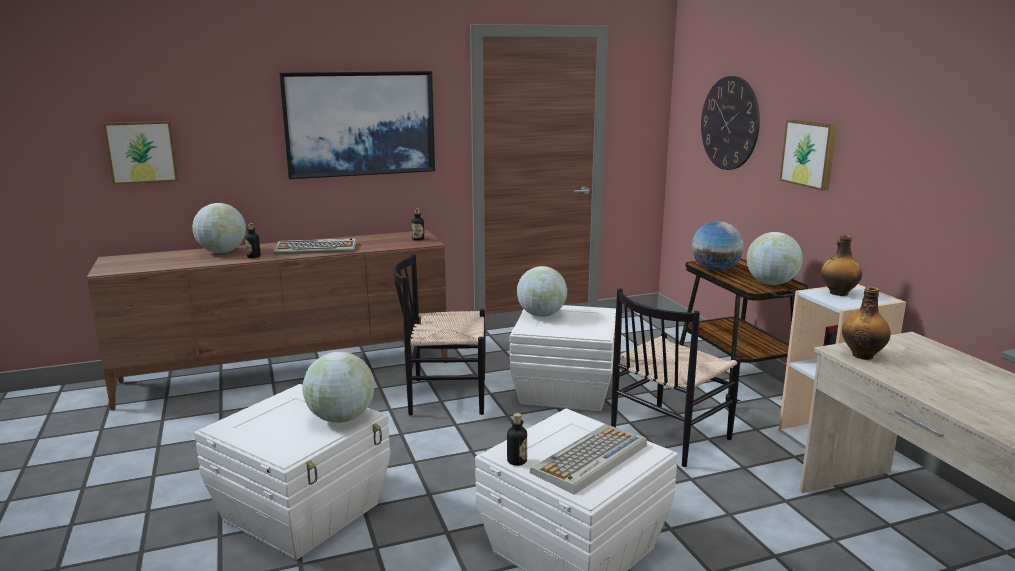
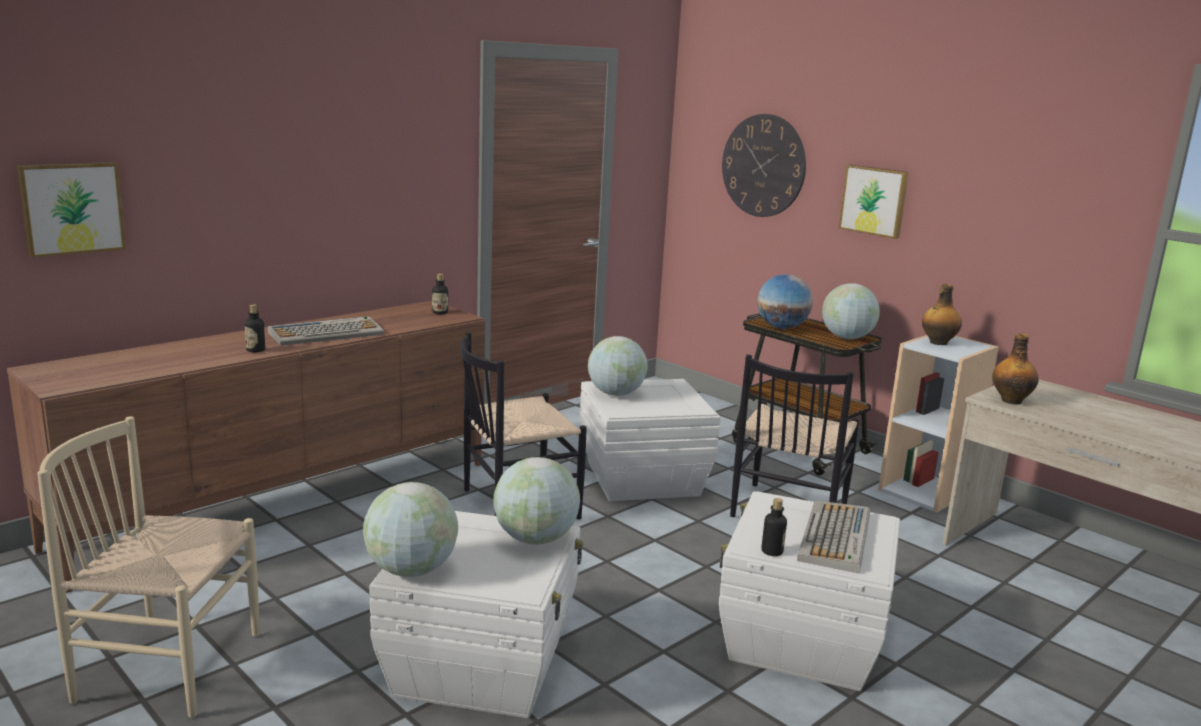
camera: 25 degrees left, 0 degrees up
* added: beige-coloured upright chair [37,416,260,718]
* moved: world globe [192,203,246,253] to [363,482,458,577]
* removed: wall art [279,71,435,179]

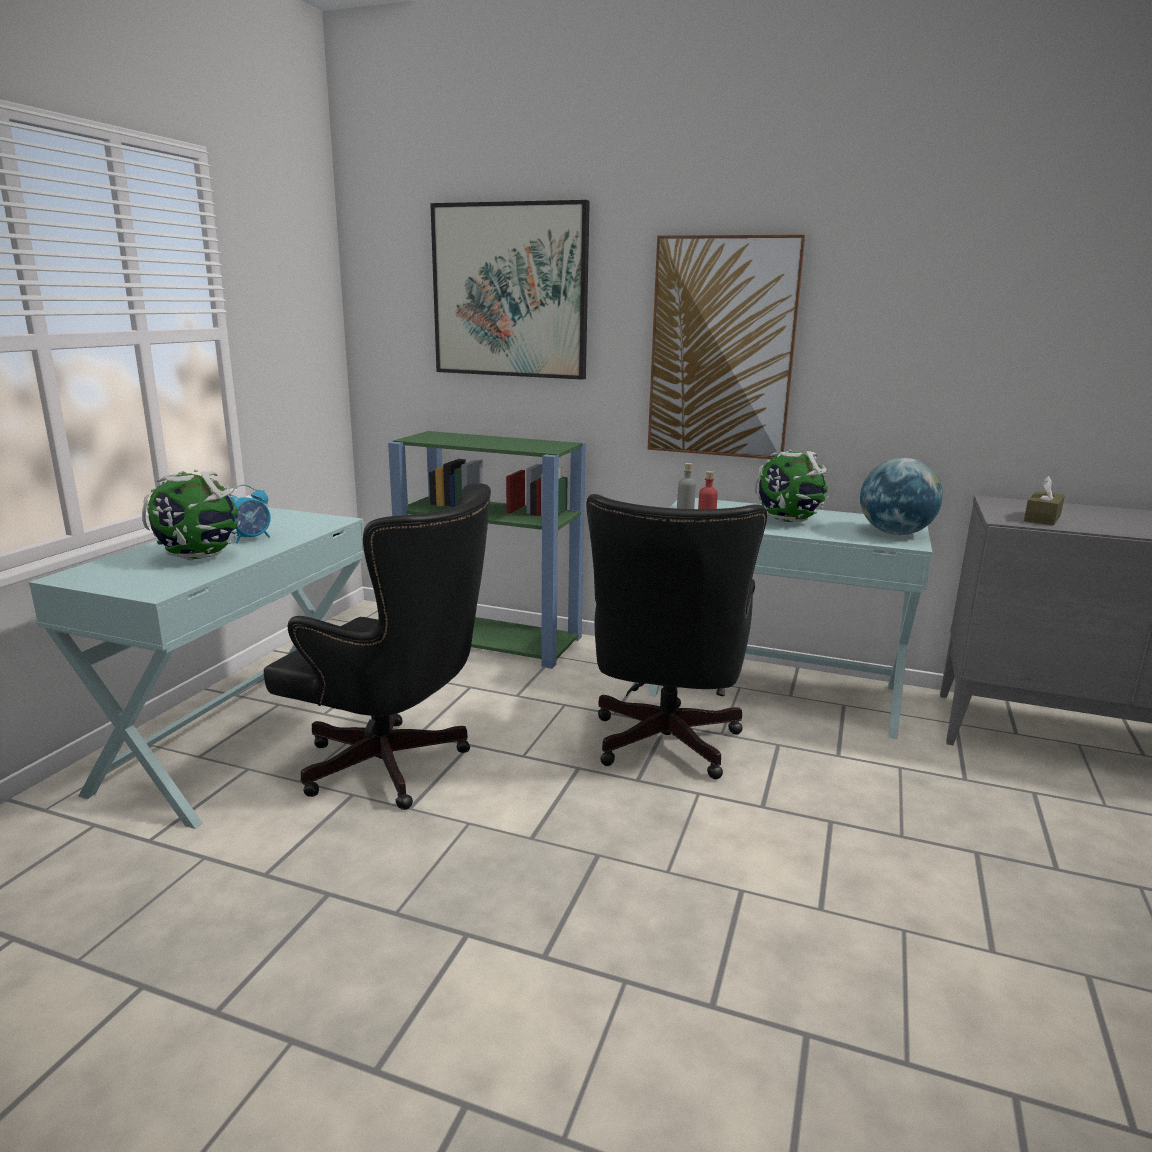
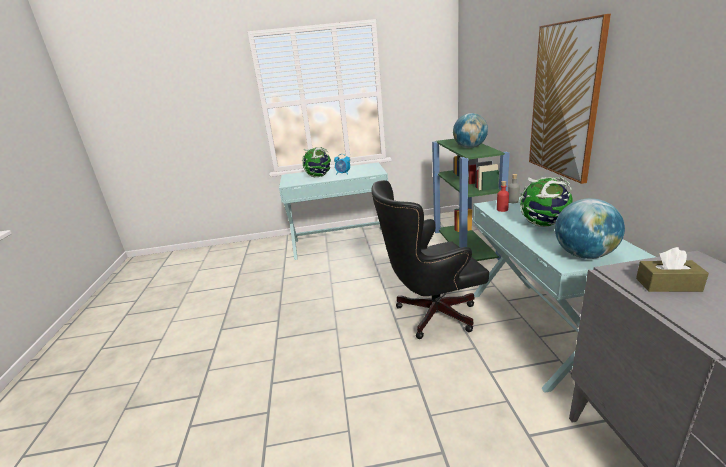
camera: 65 degrees right, 5 degrees up
* added: world globe [453,113,488,148]
* removed: black office chair [264,483,491,810]
* removed: wall art [430,200,590,380]

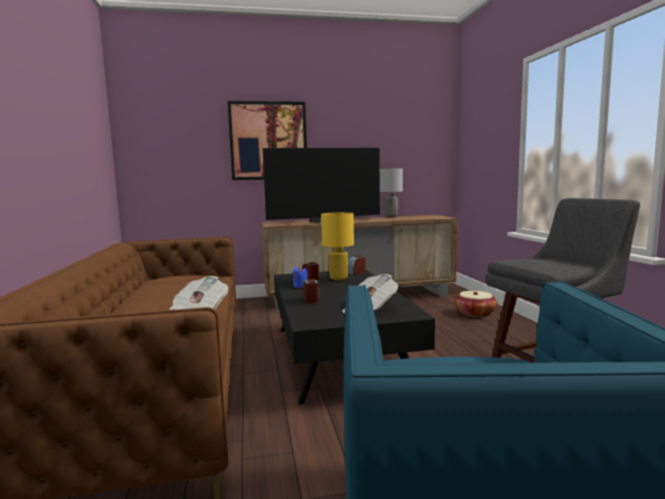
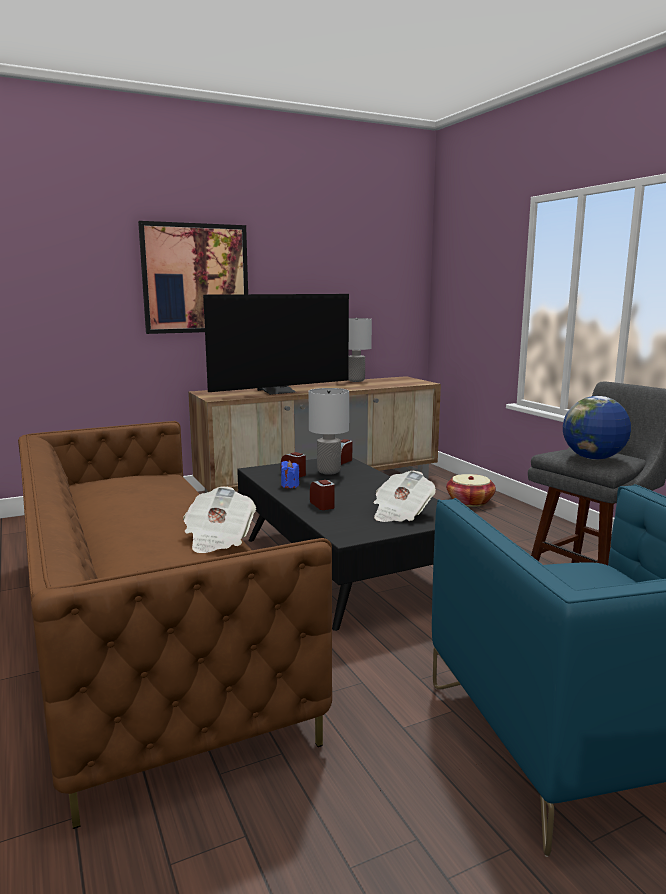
camera: 15 degrees left, 5 degrees up
* recoloured: yellow-coloured lamp for a table [321,212,354,281] to greyish lamp for a table [309,388,349,475]
* added: world globe [563,396,631,460]

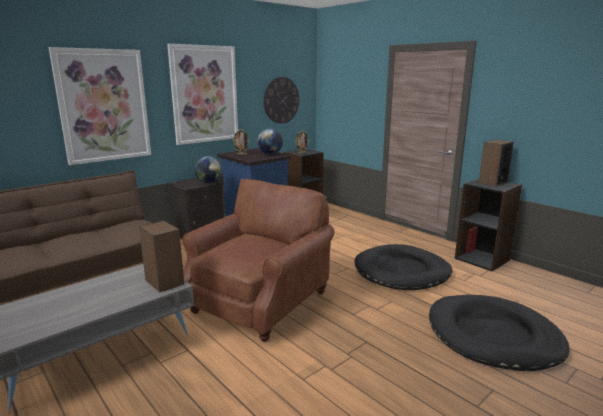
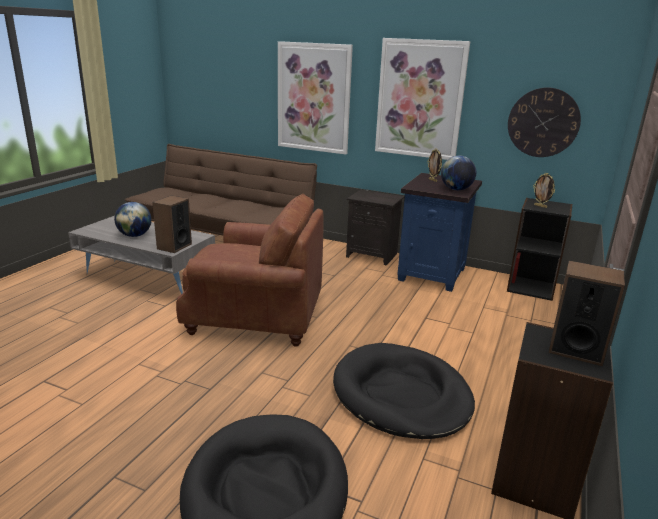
camera: 65 degrees right, 5 degrees up
* moved: world globe [194,156,221,183] to [114,202,152,237]

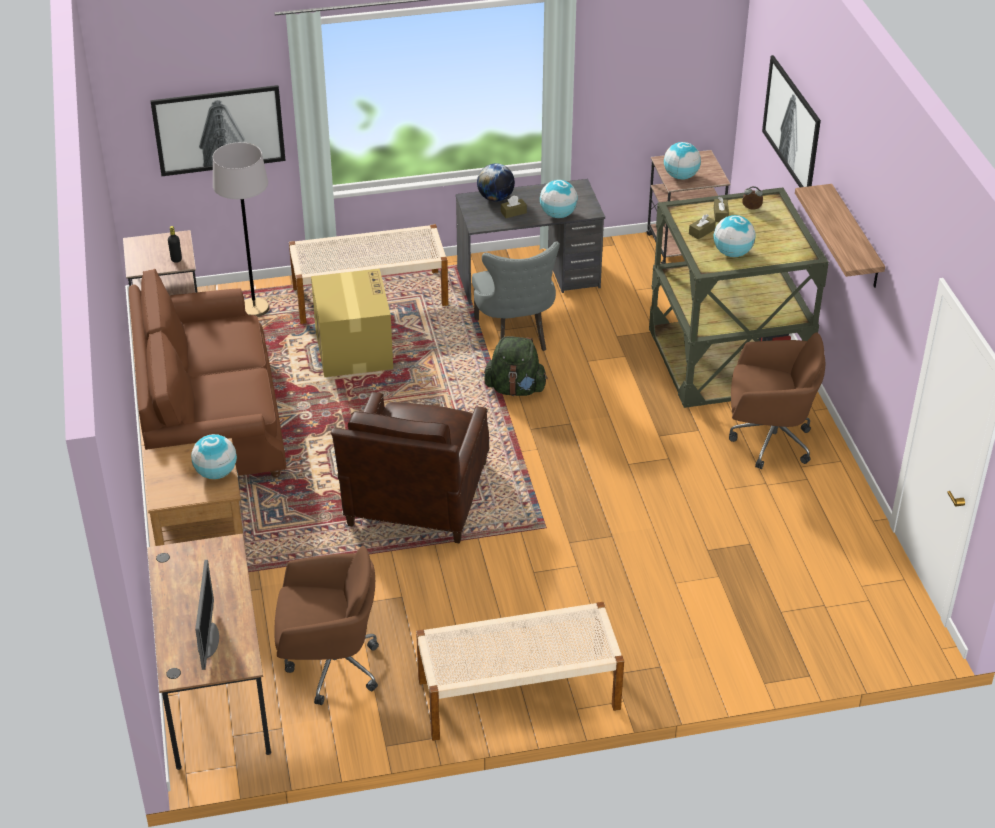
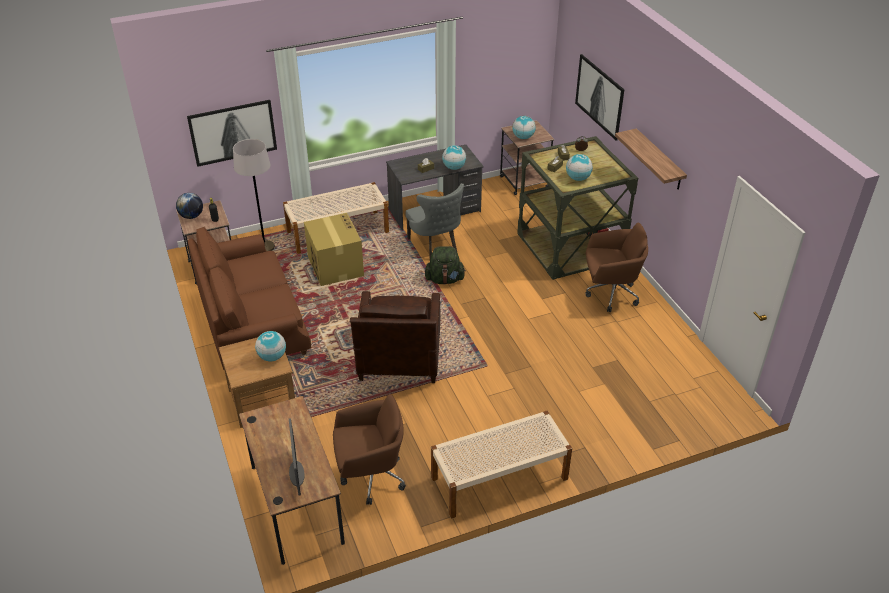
camera: 10 degrees left, 0 degrees up
* moved: world globe [477,163,515,202] to [176,193,203,219]

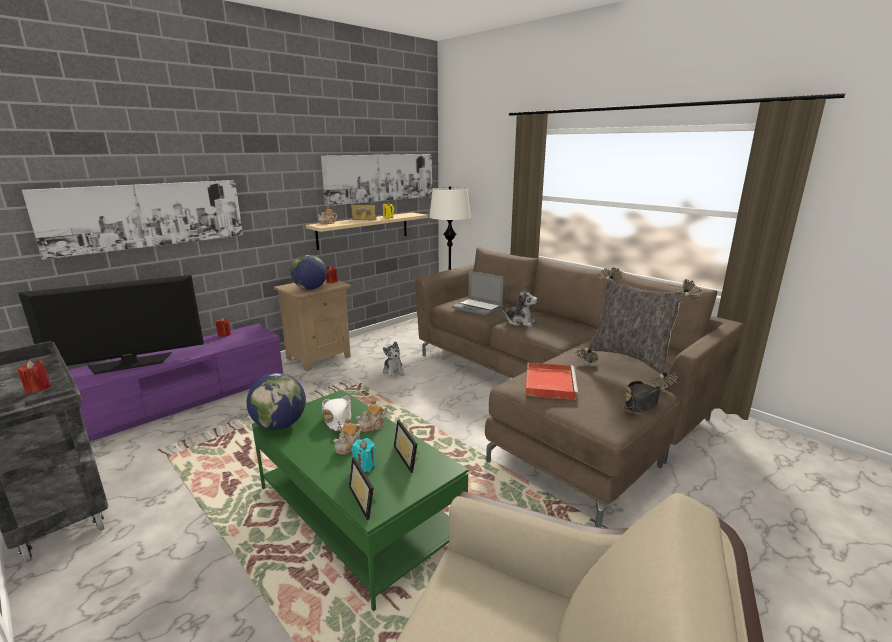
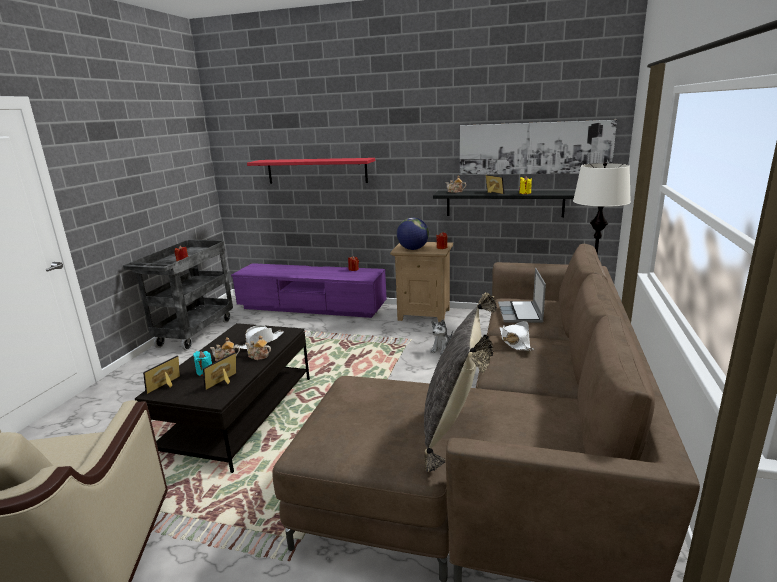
camera: 60 degrees right, 0 degrees up
* recoloured: green coffee table [252,390,468,611] to black coffee table [135,323,310,473]
* replaced: wall art [22,180,243,260] to red-coloured shelf [247,158,375,184]
* recoloured: beige-coloured shelf [306,213,428,250] to black shelf [433,191,575,217]
* replaced: cuddly toy [502,286,538,327] to whitish clothing hat [500,321,534,351]
* removed: TV set [18,275,204,375]
* removed: world globe [247,373,306,430]
* removed: red-coloured carrying tray [526,362,578,400]
* removed: black clothing hat [623,381,661,414]

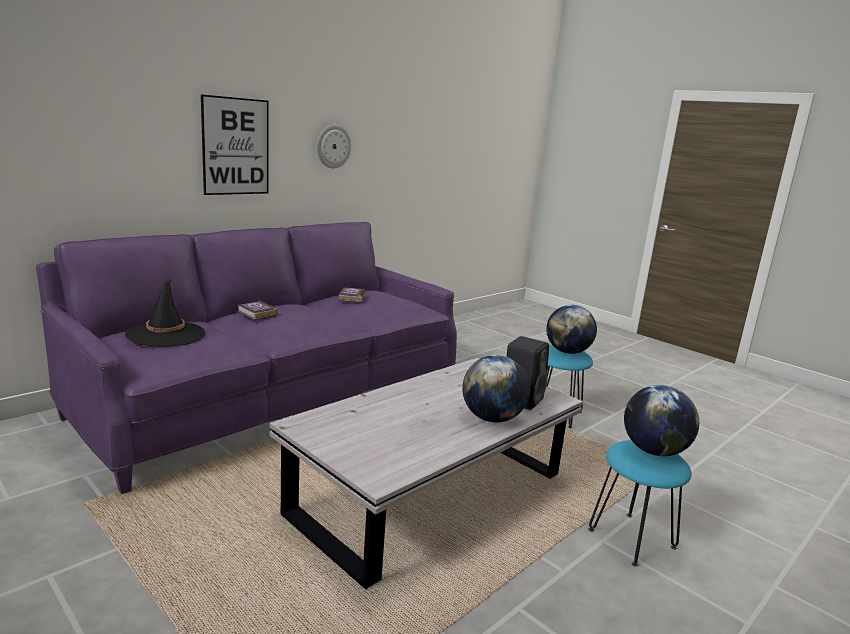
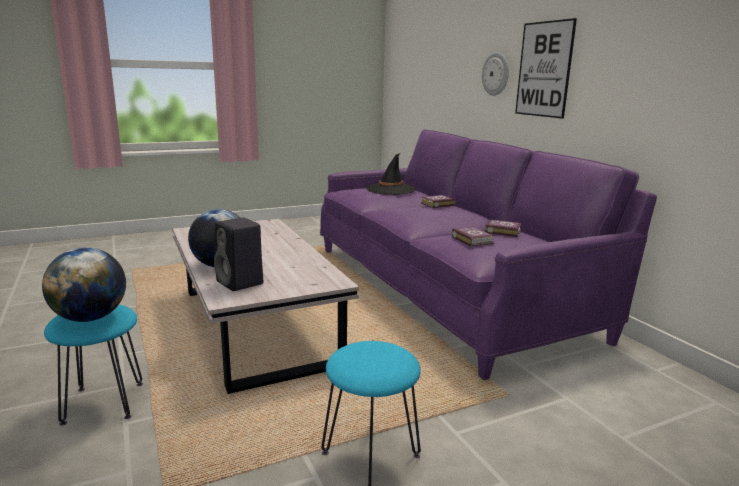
camera: 110 degrees right, 0 degrees up
* added: volume [452,227,494,247]
* moved: hanging clock [317,125,351,168] to [482,52,509,96]
* removed: world globe [546,305,597,354]

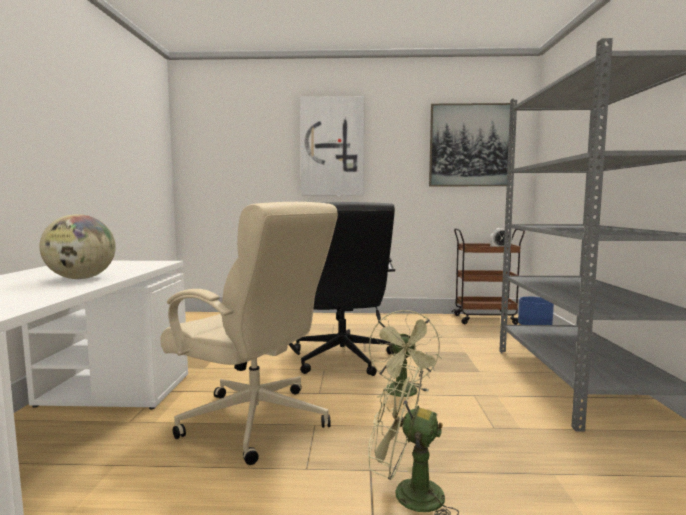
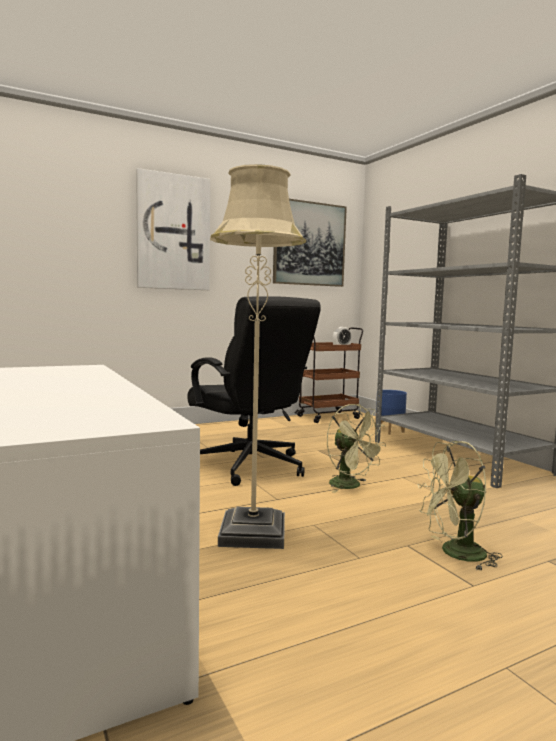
camera: 30 degrees left, 0 degrees up
* replaced: beige-coloured office chair [160,202,338,465] to beige-coloured floor lamp [210,164,306,549]
* removed: world globe [39,214,116,279]

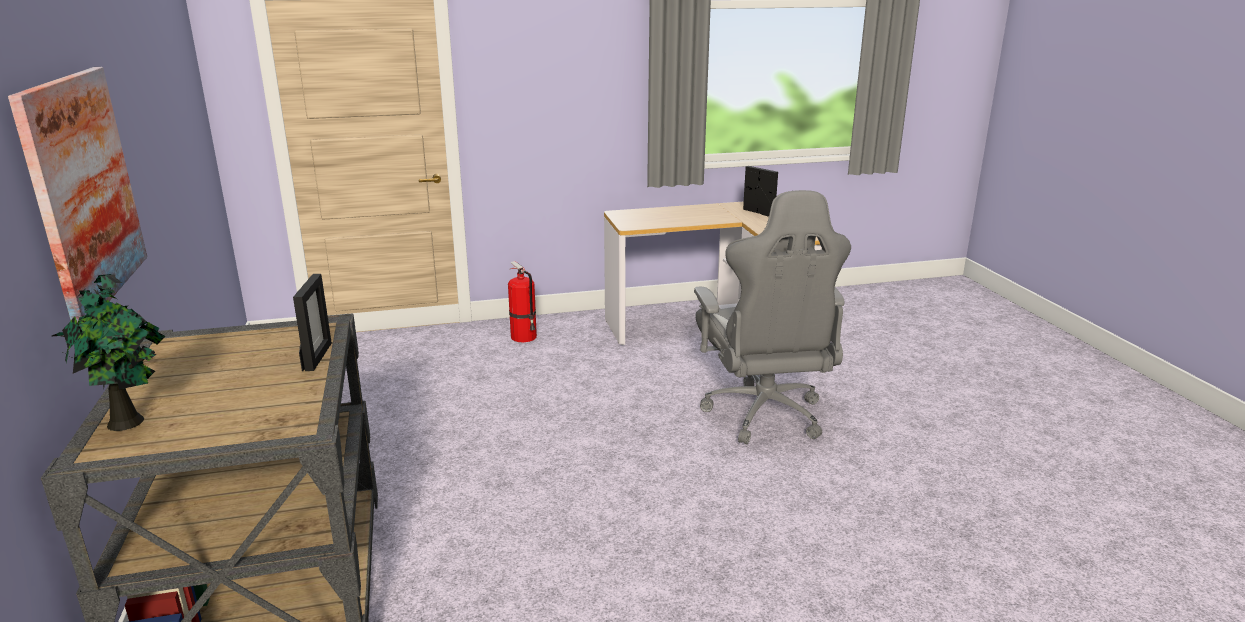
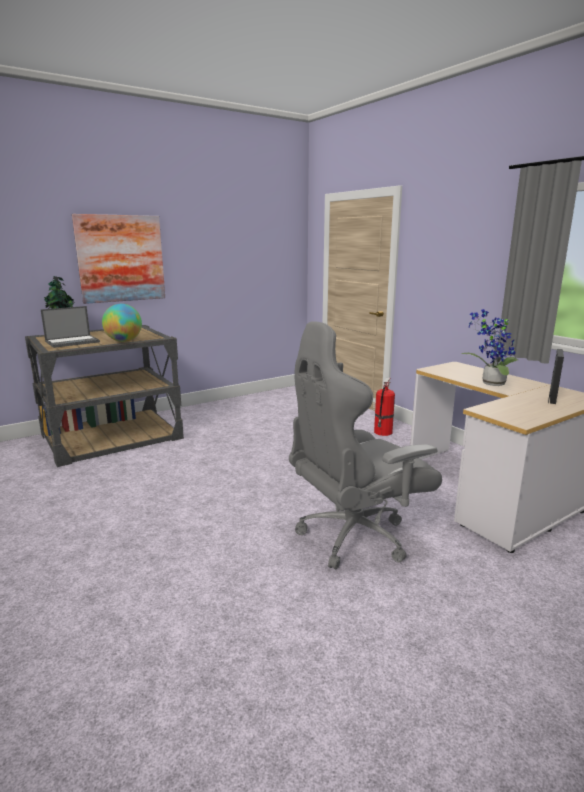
camera: 70 degrees right, 5 degrees down
* added: notebook computer [41,306,100,348]
* replaced: photo frame [293,274,332,371] to world globe [102,304,142,342]
* added: houseplant [461,309,518,386]

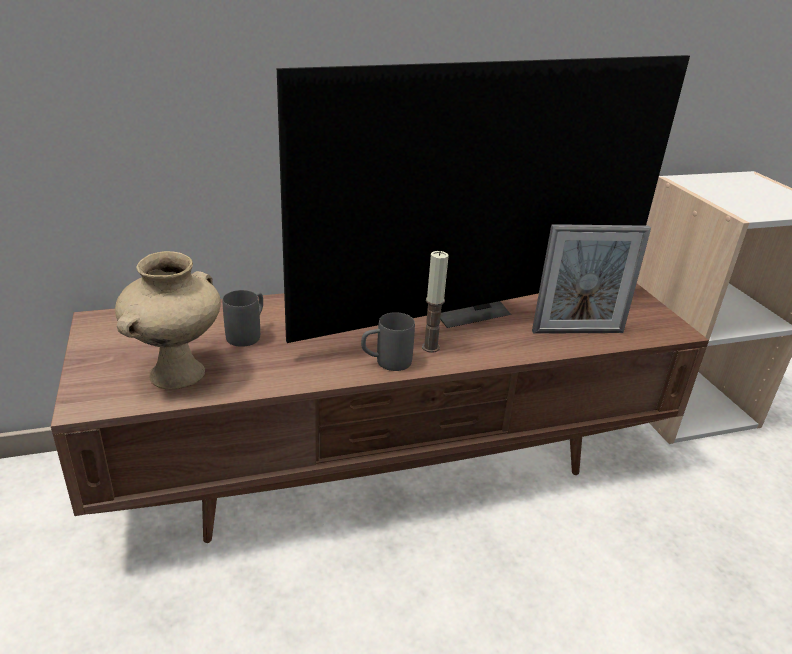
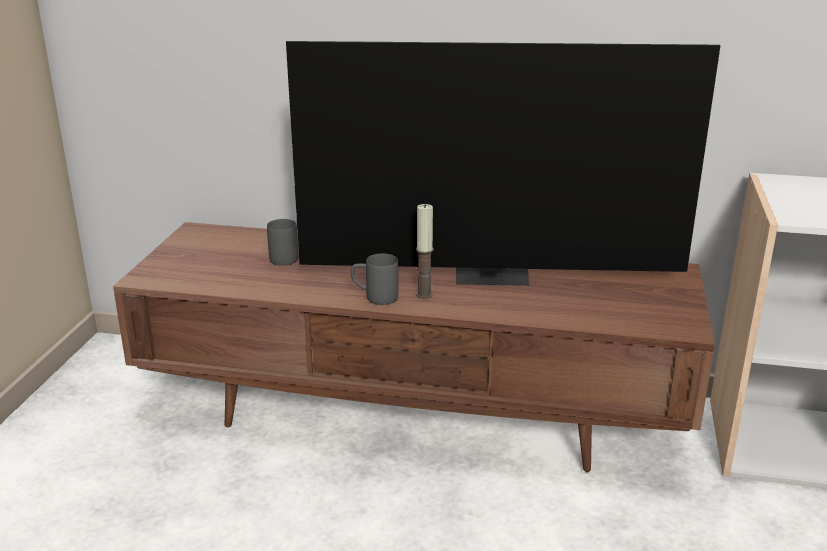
camera: 30 degrees right, 5 degrees down
* removed: beige-coloured decorative vase [115,251,221,389]
* removed: photo frame [532,224,651,334]

